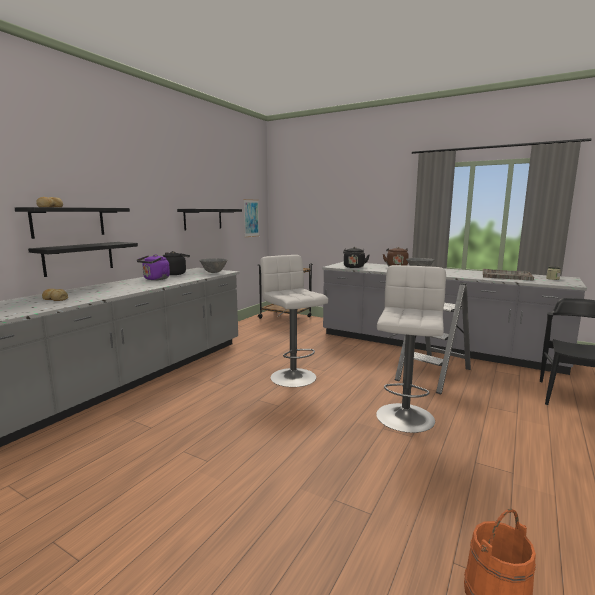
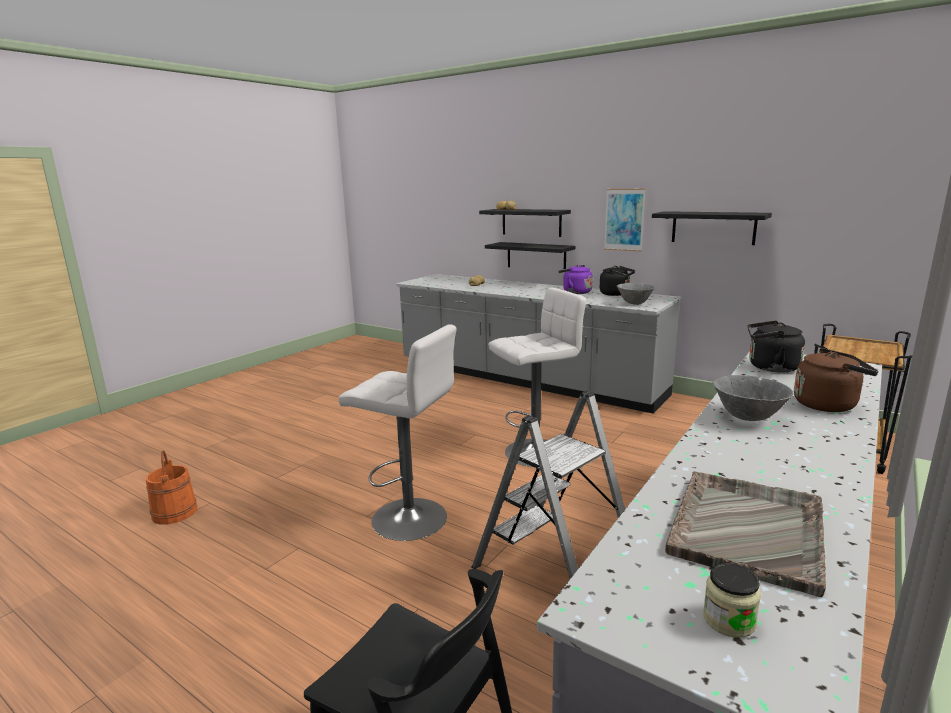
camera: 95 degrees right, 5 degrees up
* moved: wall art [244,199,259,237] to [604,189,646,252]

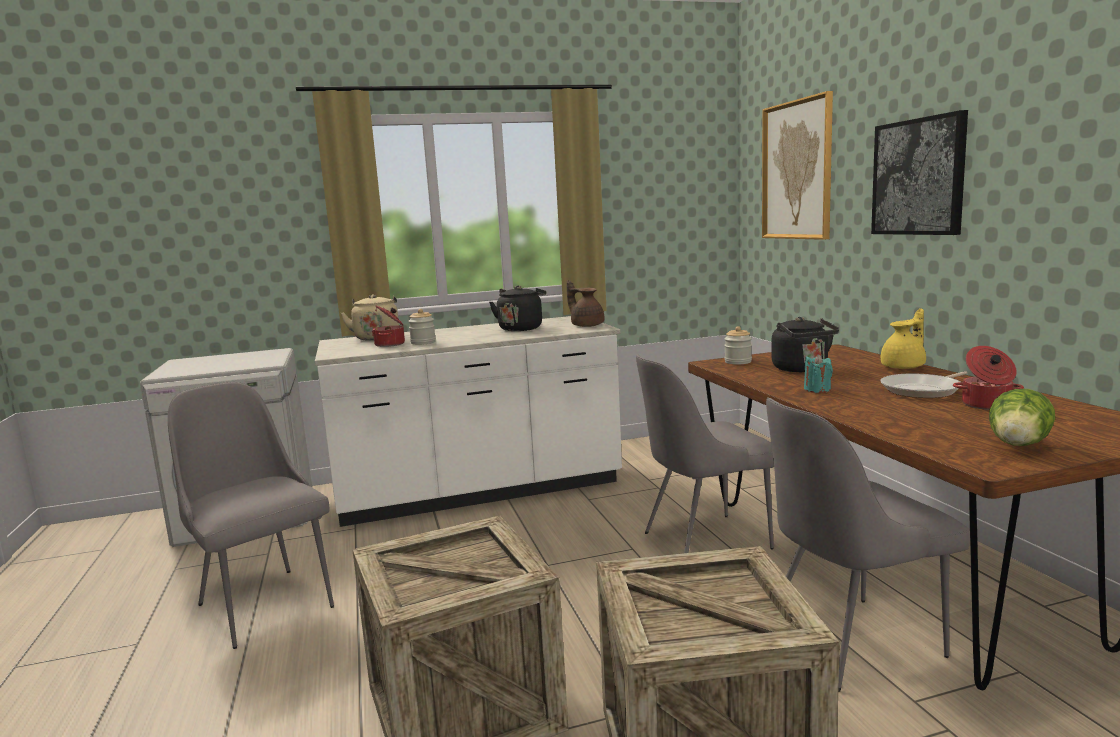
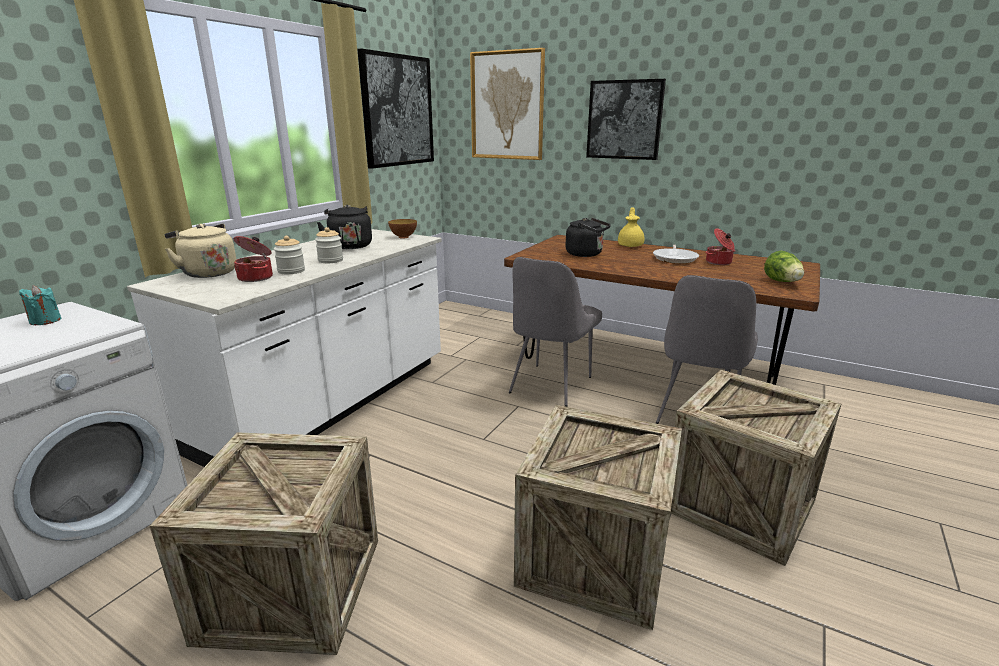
camera: 45 degrees left, 10 degrees up
* moved: blue-green candle [804,354,833,393] to [19,286,61,325]
* replaced: greyish upright chair [168,382,334,649] to packing crate [150,433,378,655]
* moved: storage jar [724,326,752,364] to [315,227,343,263]
* added: wall art [357,48,434,169]
* replaced: brown-coloured teapot [567,280,605,327] to bowl [388,219,417,238]

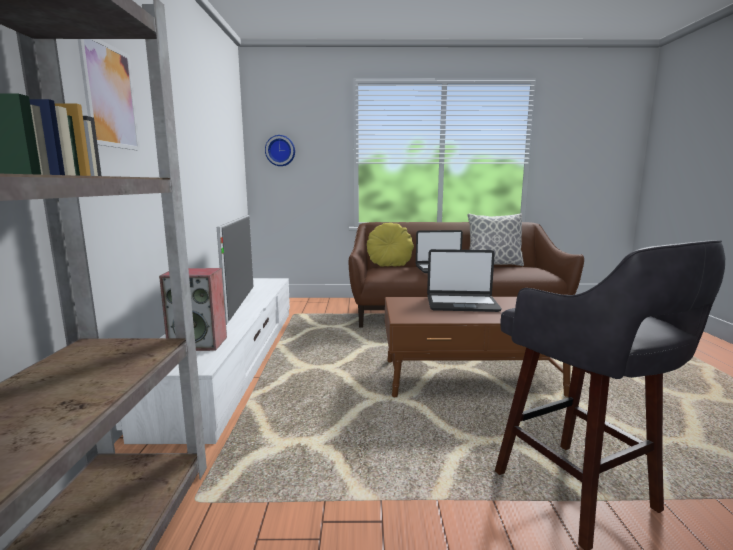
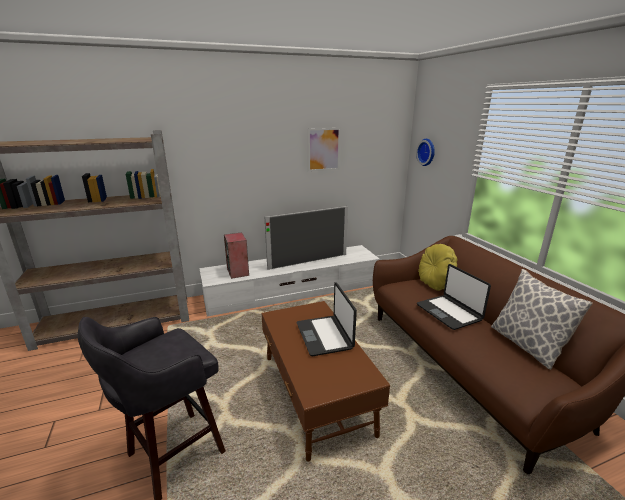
camera: 70 degrees right, 10 degrees up
* moved: wall art [78,39,140,151] to [308,128,341,172]

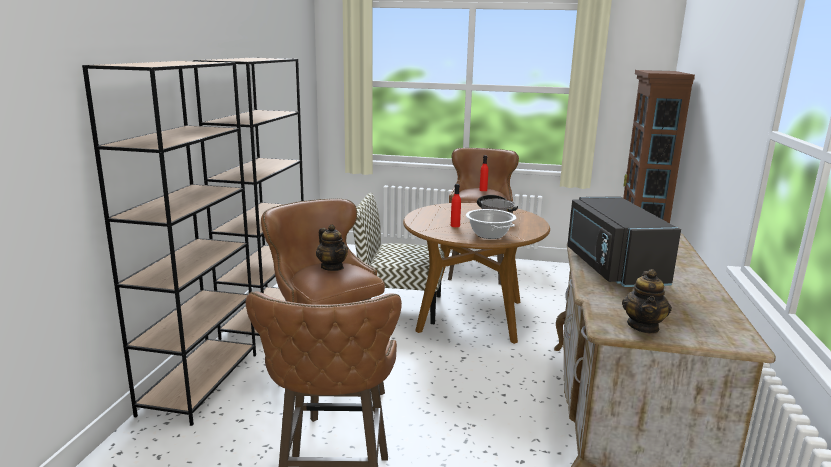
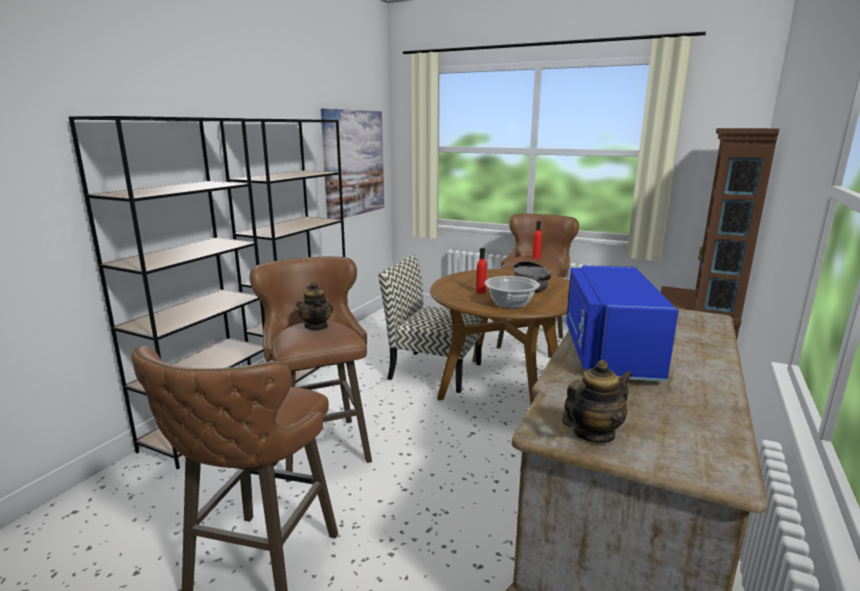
camera: 15 degrees right, 0 degrees up
* added: wall art [321,108,384,219]
* turned: teapot [622,269,672,334] = [562,360,633,443] 150 degrees counterclockwise
* recoloured: black microwave oven [567,196,681,287] to bluish microwave oven [566,265,679,381]

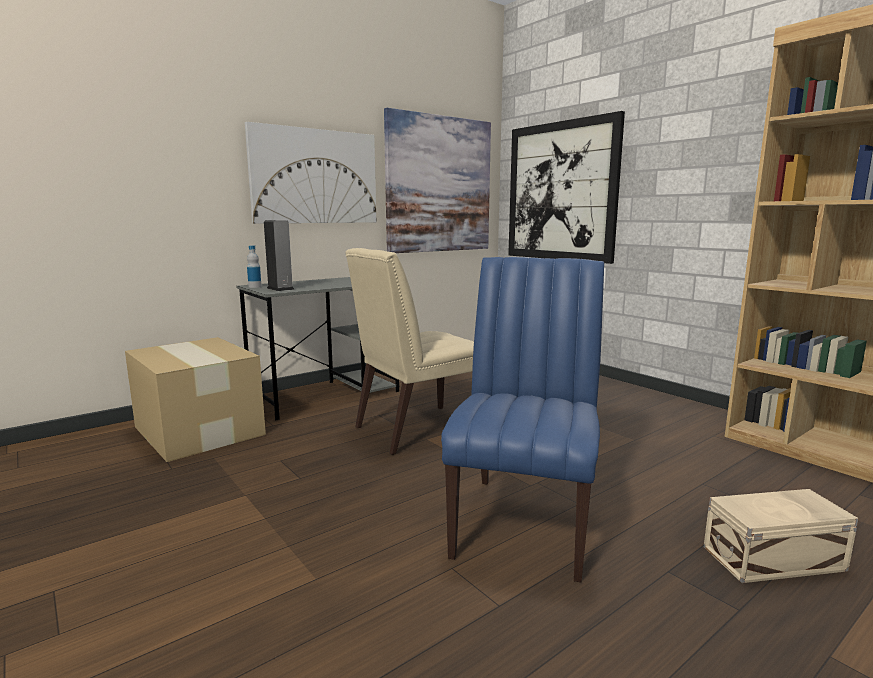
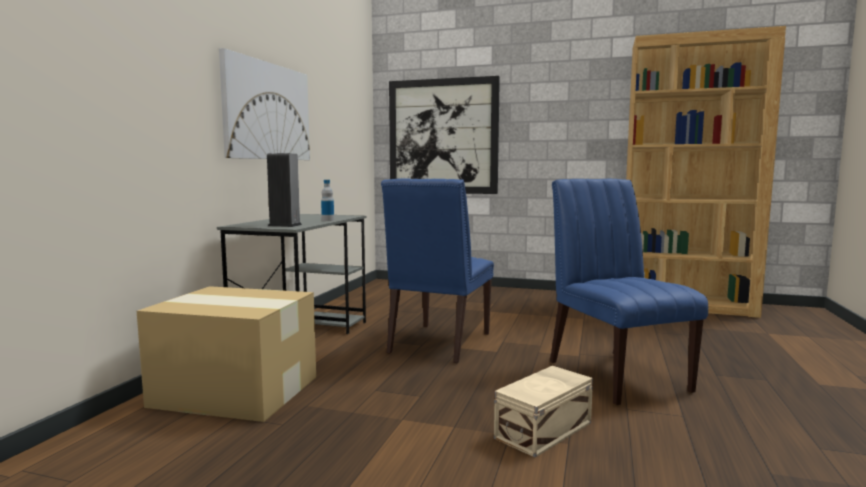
camera: 35 degrees left, 5 degrees down
* moved: beverage bottle [247,245,262,288] to [321,180,334,221]
* recoloured: beige-coloured upright chair [345,248,474,455] to bluish upright chair [381,178,494,363]
* moved: beige-coloured storage box [704,489,859,583] to [494,366,593,458]
* removed: wall art [384,108,491,253]

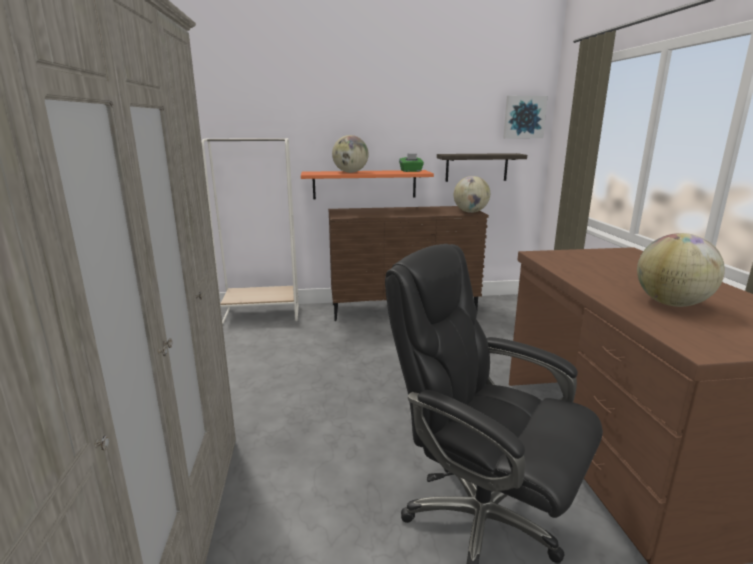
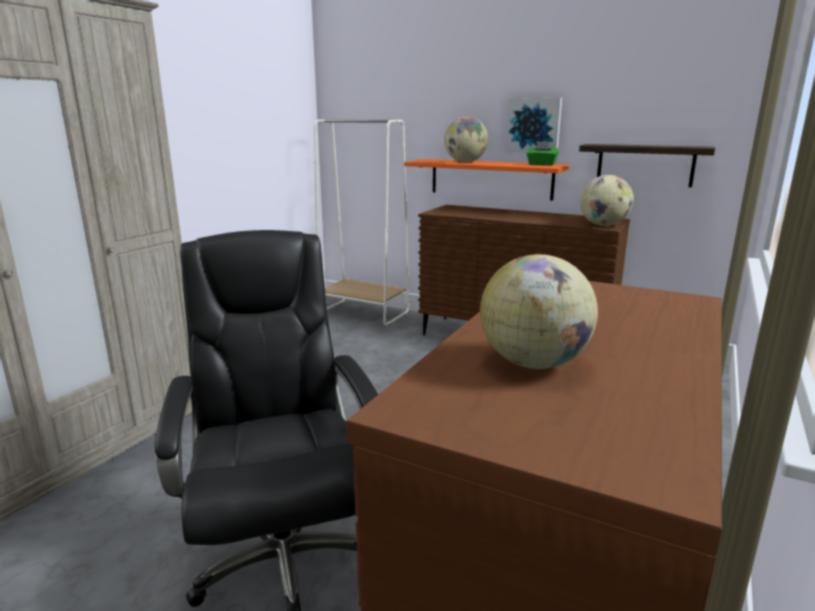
camera: 35 degrees right, 0 degrees up
* moved: wall art [503,96,548,138] to [505,98,562,153]

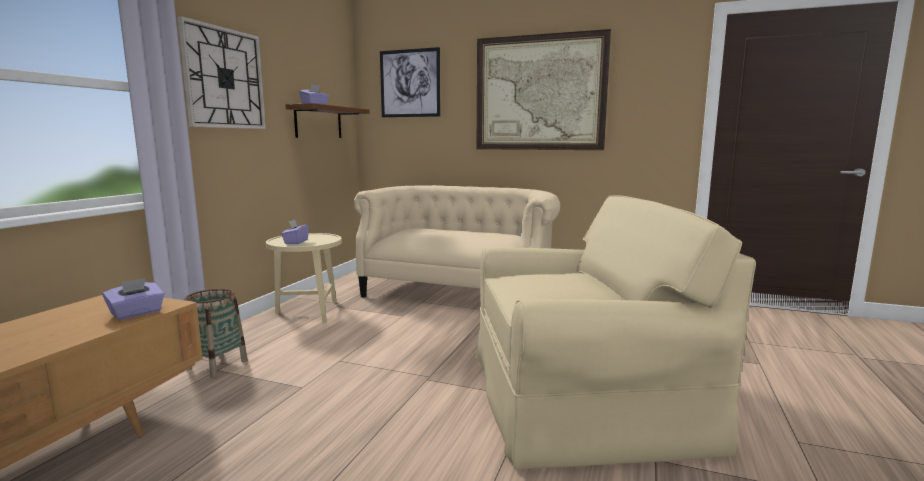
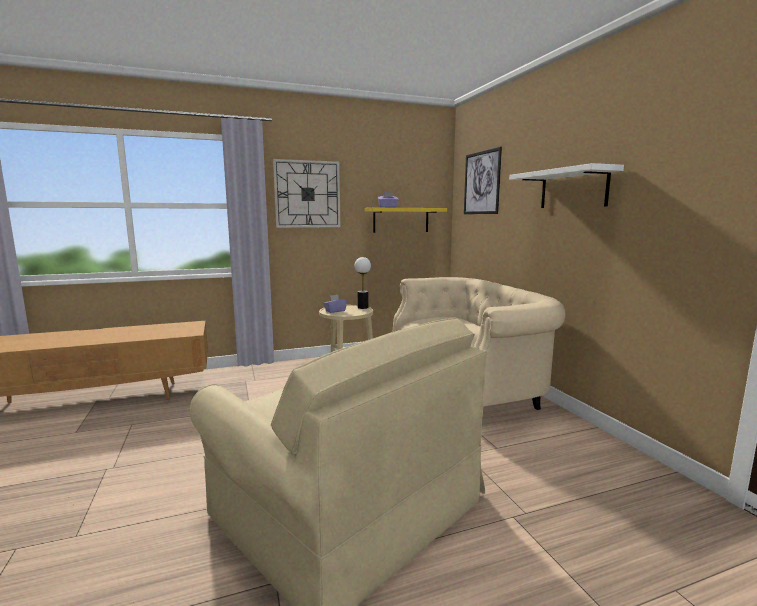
camera: 50 degrees right, 0 degrees up
* added: lamp for a table [355,257,371,309]
* recoloured: brown-coloured shelf [286,103,370,138] to yellow-coloured shelf [364,208,447,233]
* replaced: wall art [477,29,611,150] to whitish shelf [509,163,624,208]
* removed: purple-coloured box of tissues [103,278,164,320]
* removed: basket [184,289,248,377]

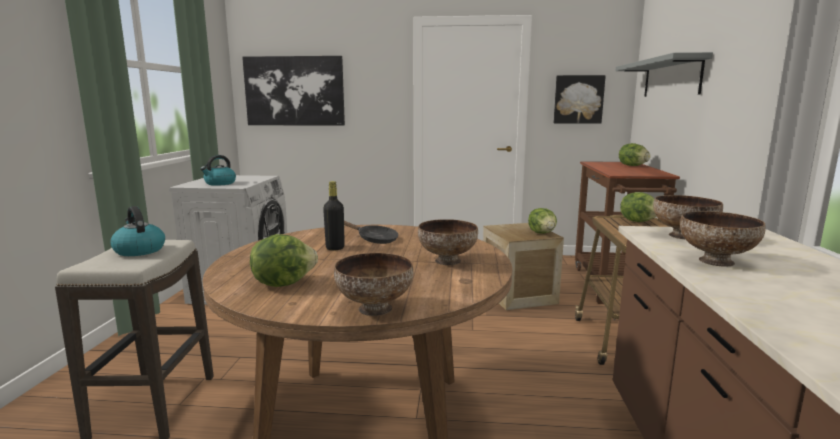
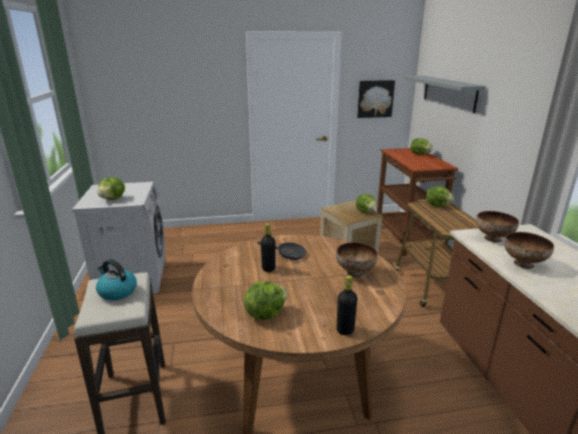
camera: 15 degrees left, 10 degrees up
* replaced: water kettle [200,155,236,186] to lettuce head [97,177,125,200]
* replaced: bowl [334,253,414,316] to black beverage bottle [337,275,357,335]
* removed: wall art [242,56,345,126]

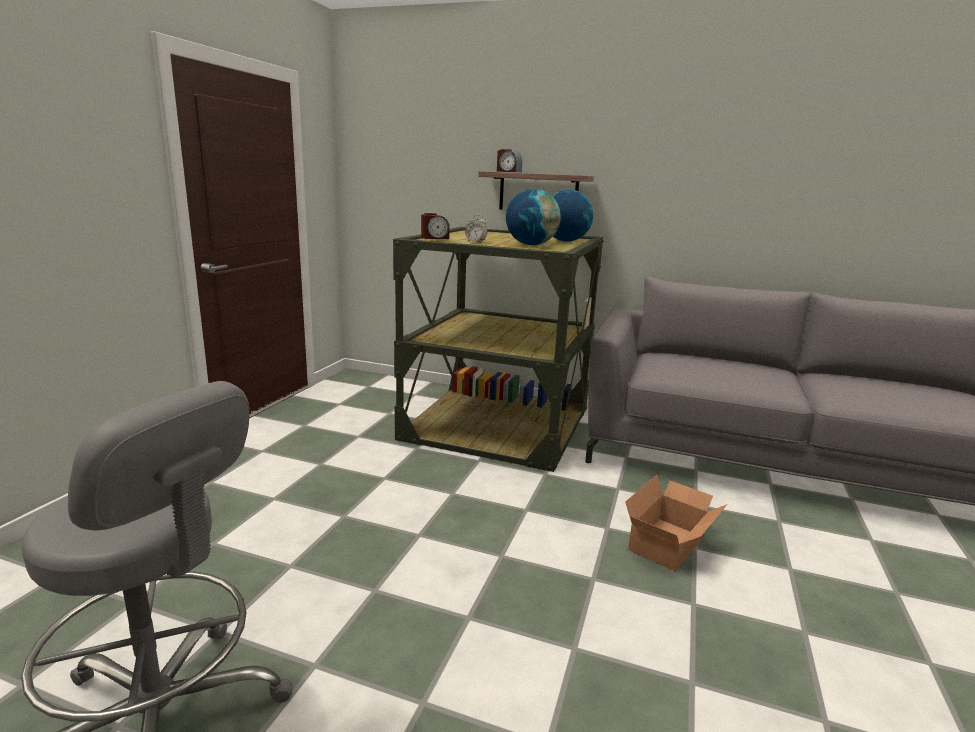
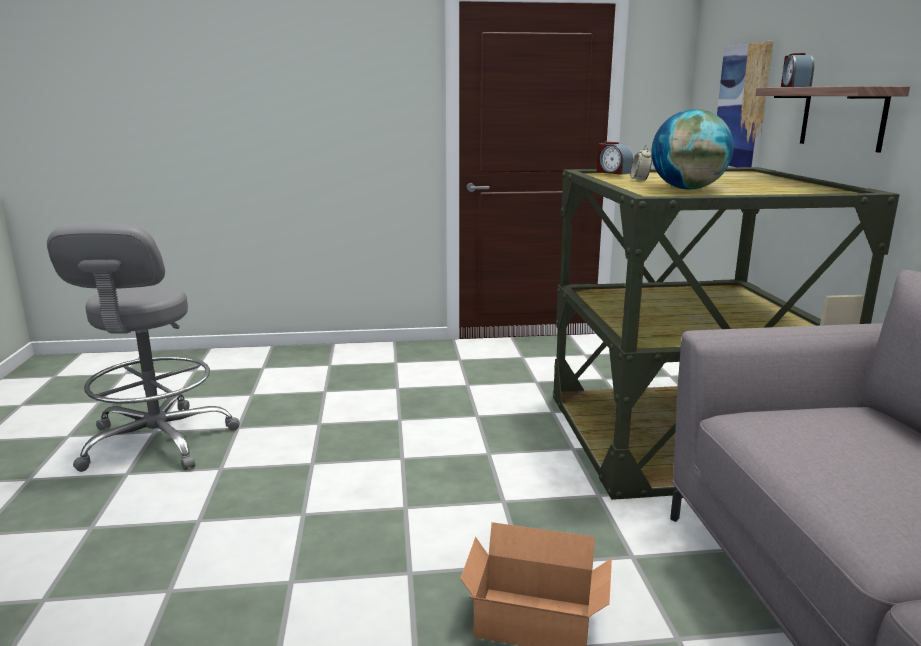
camera: 65 degrees right, 0 degrees up
* added: wall art [717,41,774,167]
* removed: world globe [552,189,594,242]

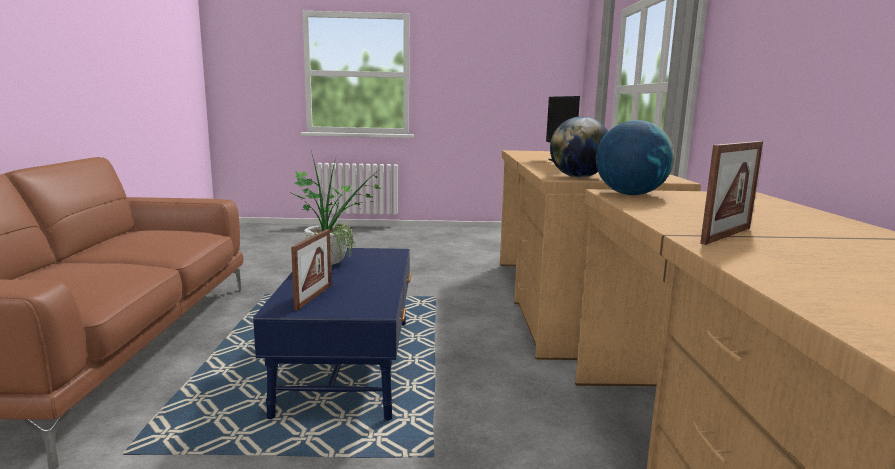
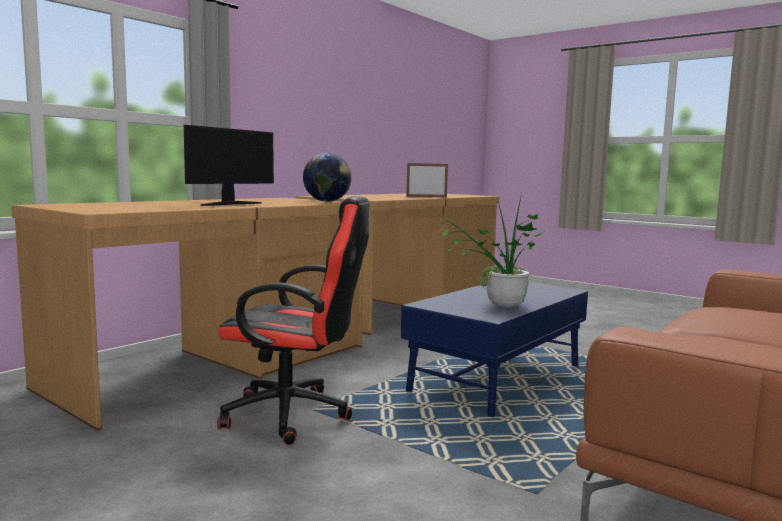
camera: 140 degrees left, 5 degrees down
* added: black office chair [217,196,370,445]
* removed: photo frame [291,229,331,310]
* removed: world globe [596,120,674,195]

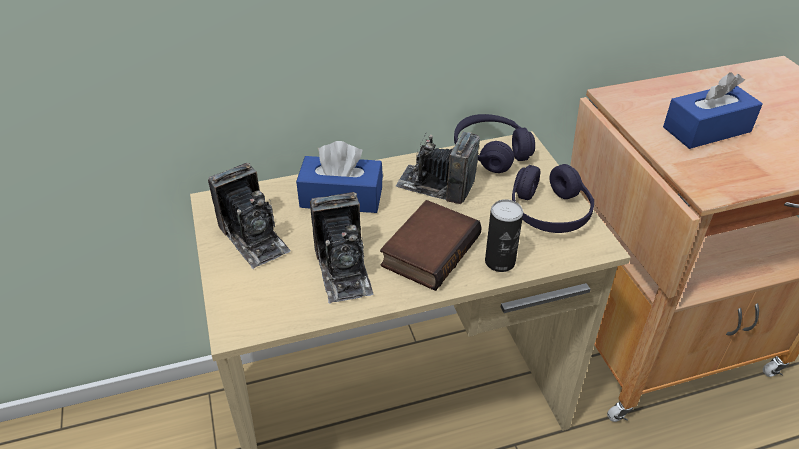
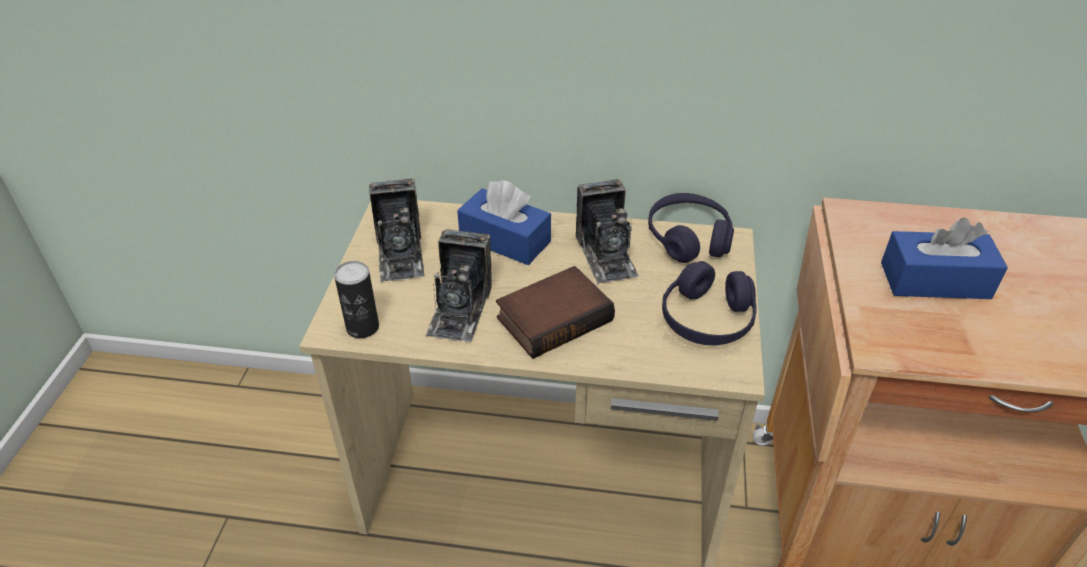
camera: 25 degrees right, 0 degrees up
* moved: can [485,199,523,272] to [334,261,379,338]
* turned: photo camera [396,132,480,204] = [576,179,639,284] 150 degrees counterclockwise

